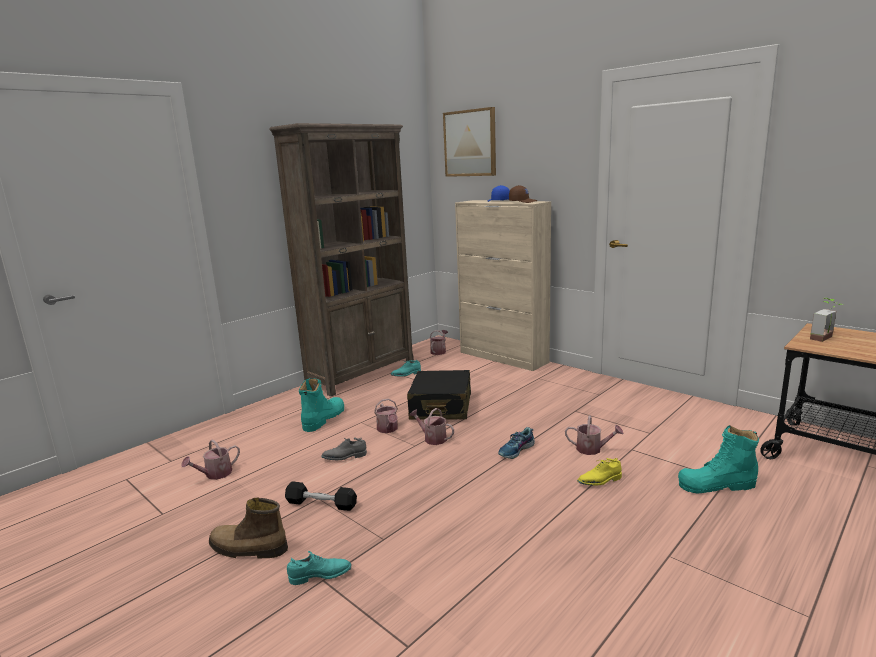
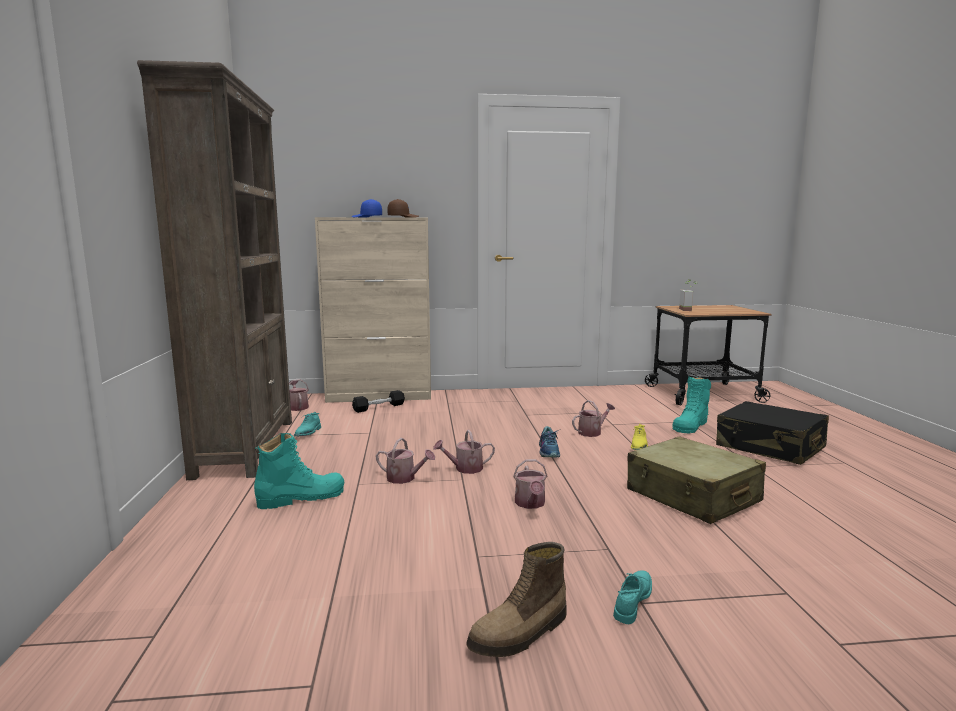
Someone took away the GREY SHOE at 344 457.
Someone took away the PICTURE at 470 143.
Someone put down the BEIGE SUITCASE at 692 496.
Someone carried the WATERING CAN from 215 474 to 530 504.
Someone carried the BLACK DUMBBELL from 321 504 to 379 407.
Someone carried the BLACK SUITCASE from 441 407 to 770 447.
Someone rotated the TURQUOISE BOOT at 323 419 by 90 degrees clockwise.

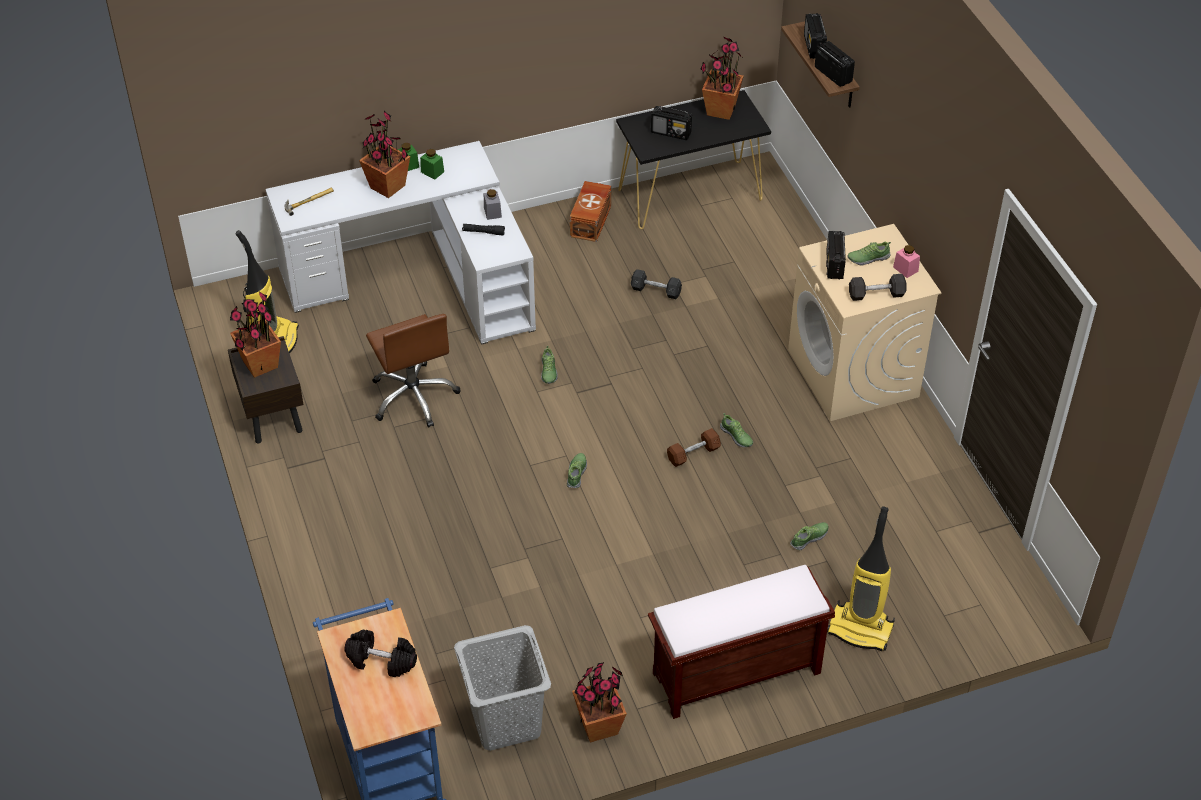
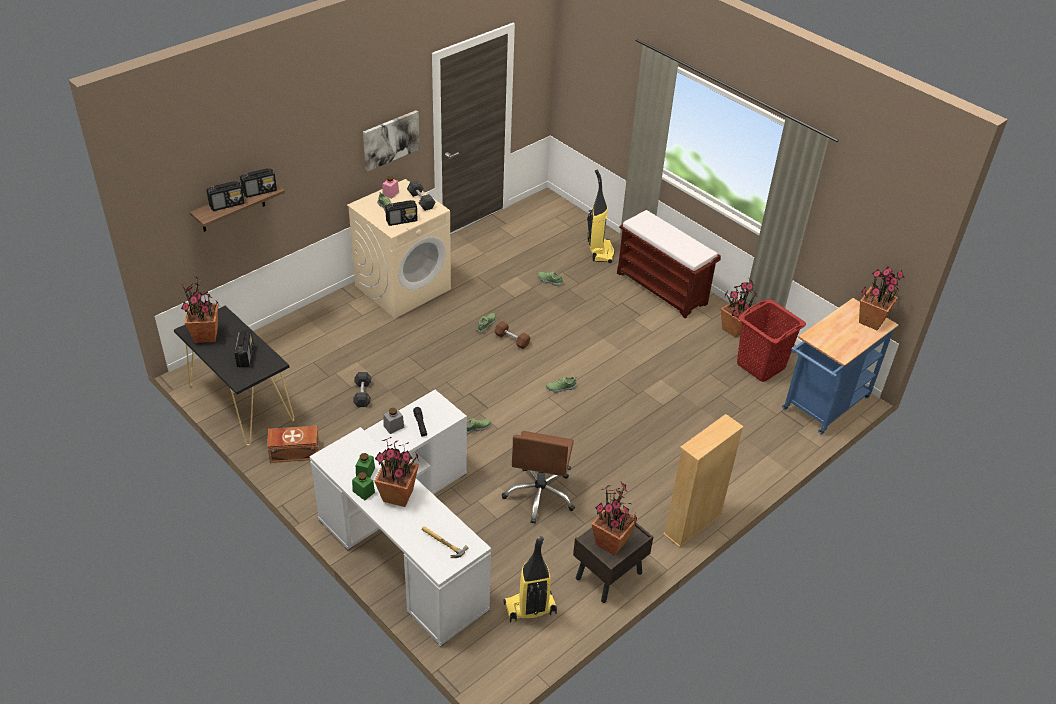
Someone took away the BLACK DUMBBELL at 381 661.
Someone put up the PICTURE at 390 139.
Someone put down the BEIGE BOOKCASE at 692 524.
Someone put down the POTTED PLANT at 871 321.
Someone repainted the GREY LAUNDRY BASKET at 505 721, which became the RED LAUNDRY BASKET at 760 366.
Someone rotated the BROWN OFFICE CHAIR at 414 396 by 150 degrees clockwise.
Someone rotated the RADIO at 833 74 by 150 degrees counterclockwise.

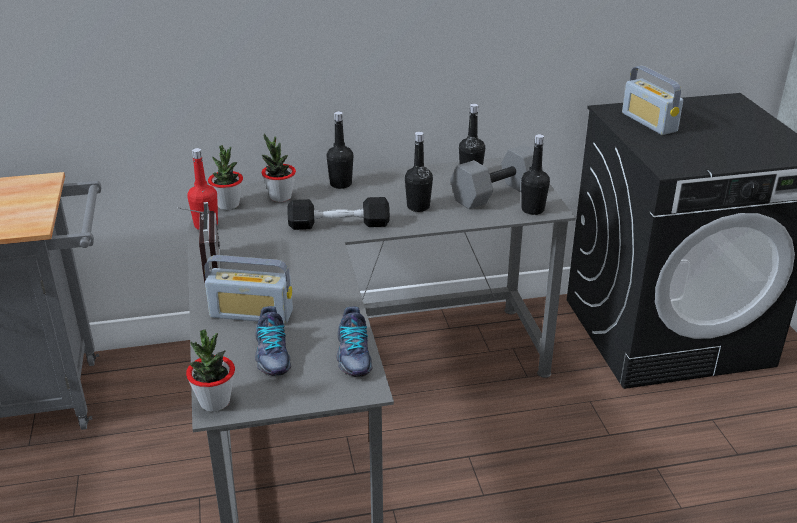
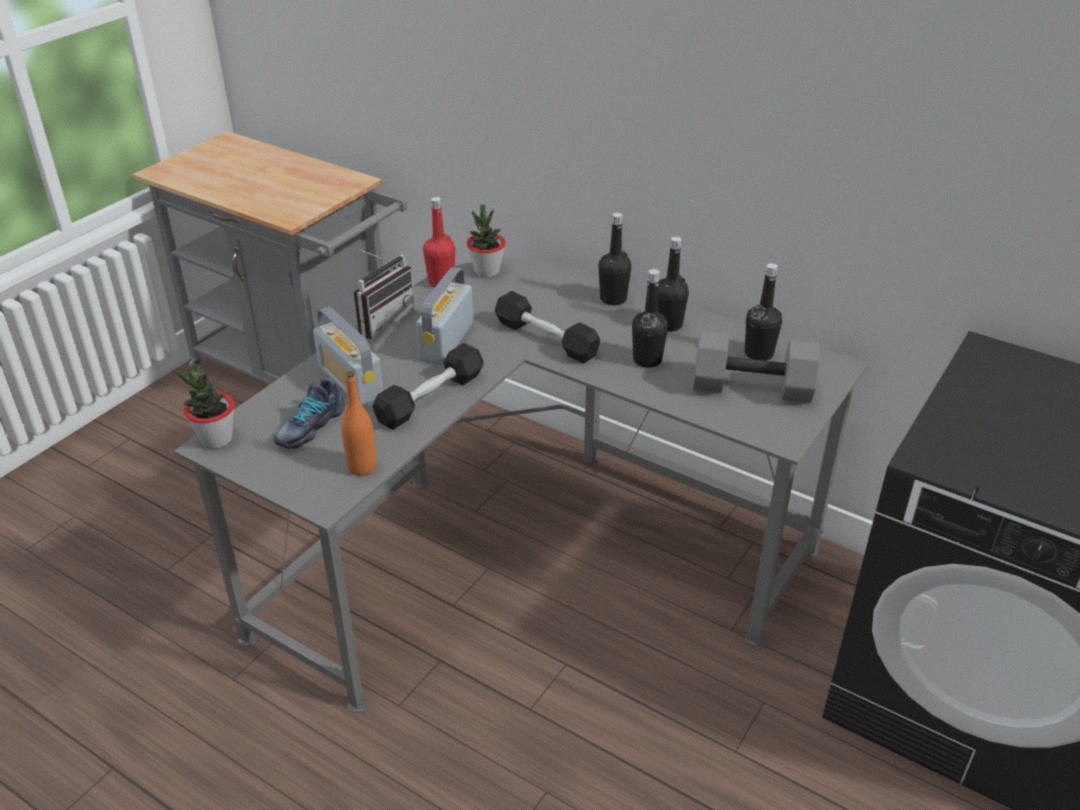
Someone took away the POTTED PLANT at 280 197.
Someone put down the BLACK DUMBBELL at 430 398.
Someone carried the BLACK BOTTLE from 532 210 to 668 325.
Someone carried the RADIO from 649 122 to 446 341.
Someone swapped the SHOE at 353 355 for the ORANGE BOTTLE at 362 467.

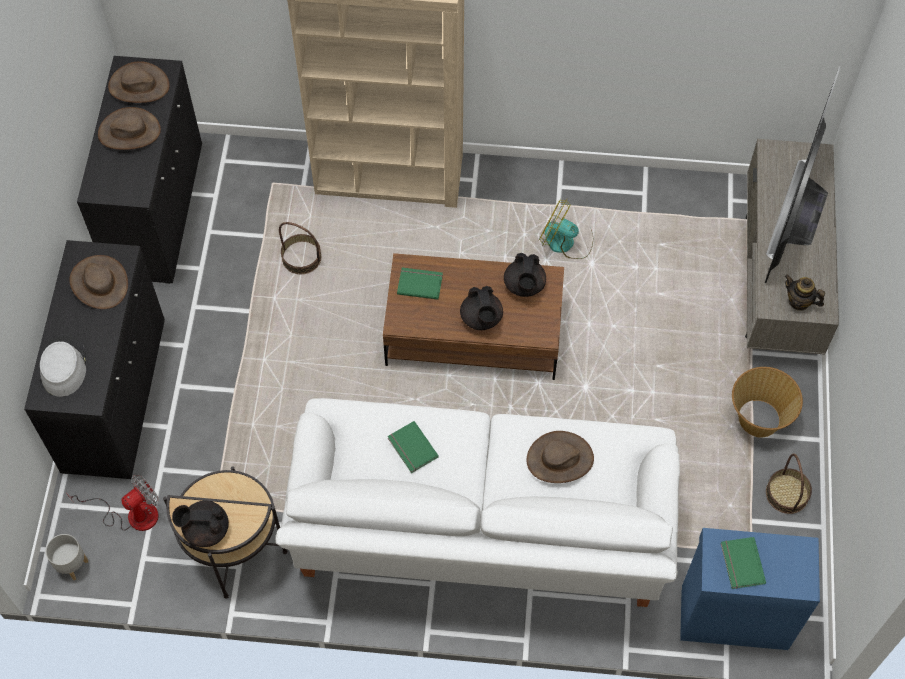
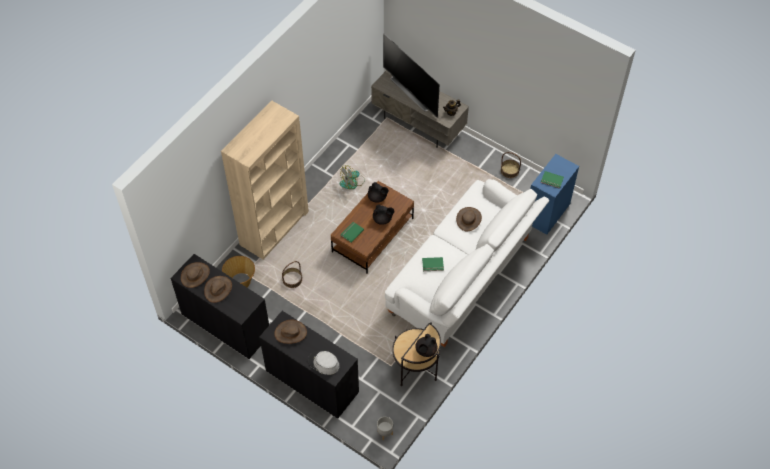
Someone took away the FAN at 132 514.
Someone carried the BASKET from 758 419 to 240 281.

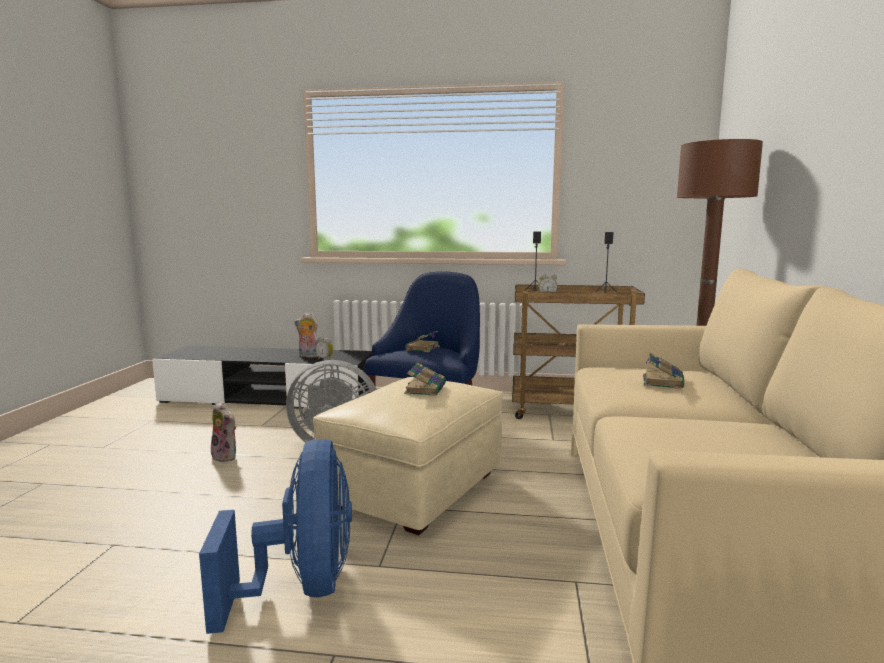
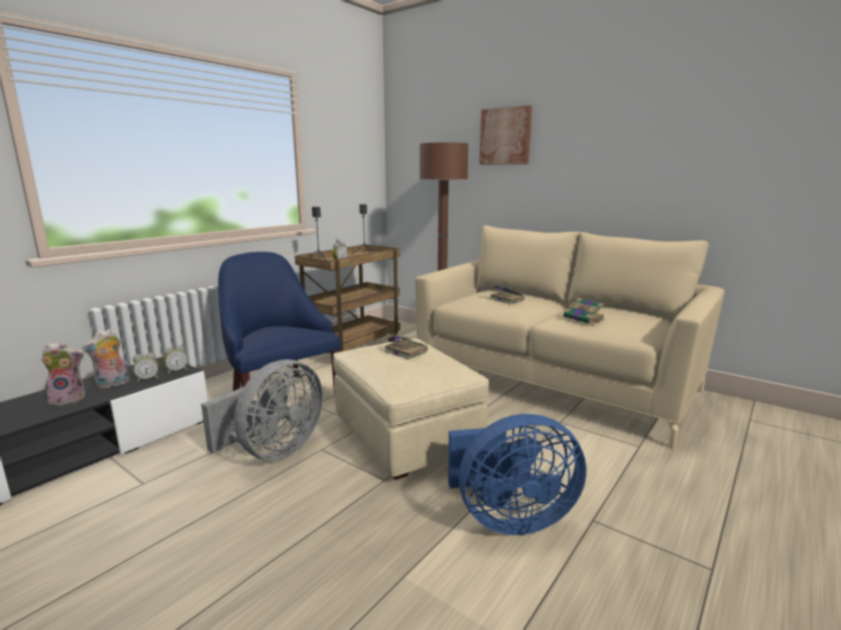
Someone put down the ALARM CLOCK at 176 371.
Someone put up the PICTURE at 505 136.
Someone carried the PLUSH TOY from 226 456 to 69 399.
Someone carried the BOOK from 422 348 to 584 318.
Someone rotated the BLUE FAN at 302 587 by 150 degrees clockwise.

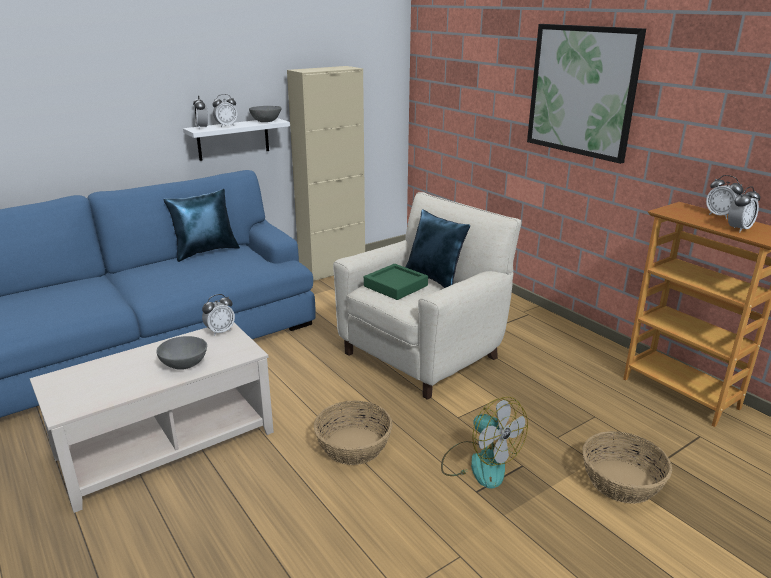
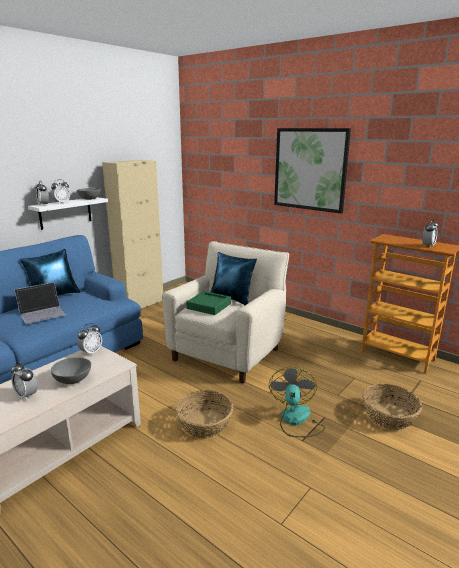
Someone put down the LAPTOP at 42 312.
Someone carried the ALARM CLOCK from 720 216 to 26 395.
Someone rotated the FAN at 479 463 by 120 degrees counterclockwise.

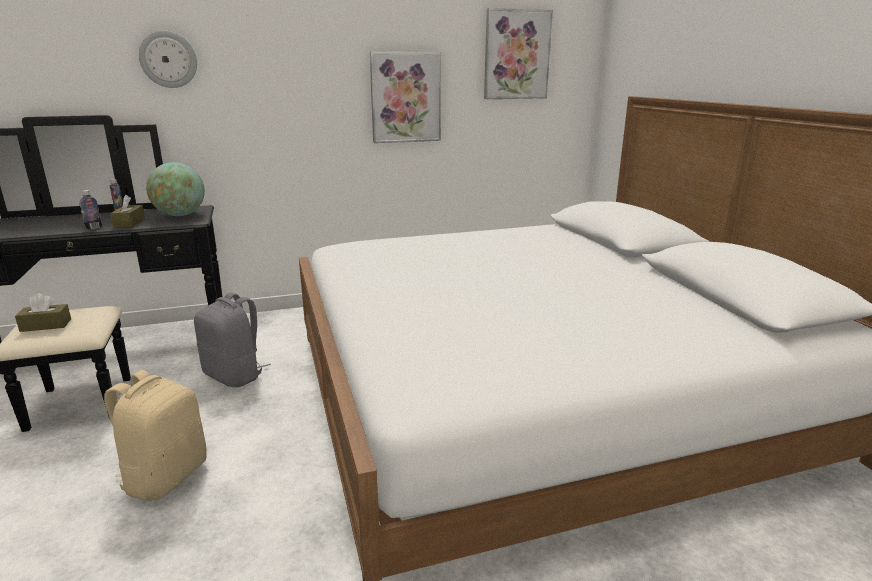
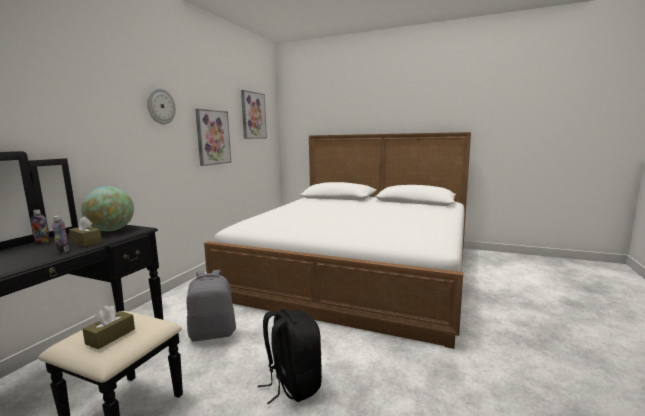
Someone carried the WALL CLOCK from 168 59 to 160 106.
Someone repainted the BEIGE BACKPACK at 165 476, which became the BLACK BACKPACK at 292 385.

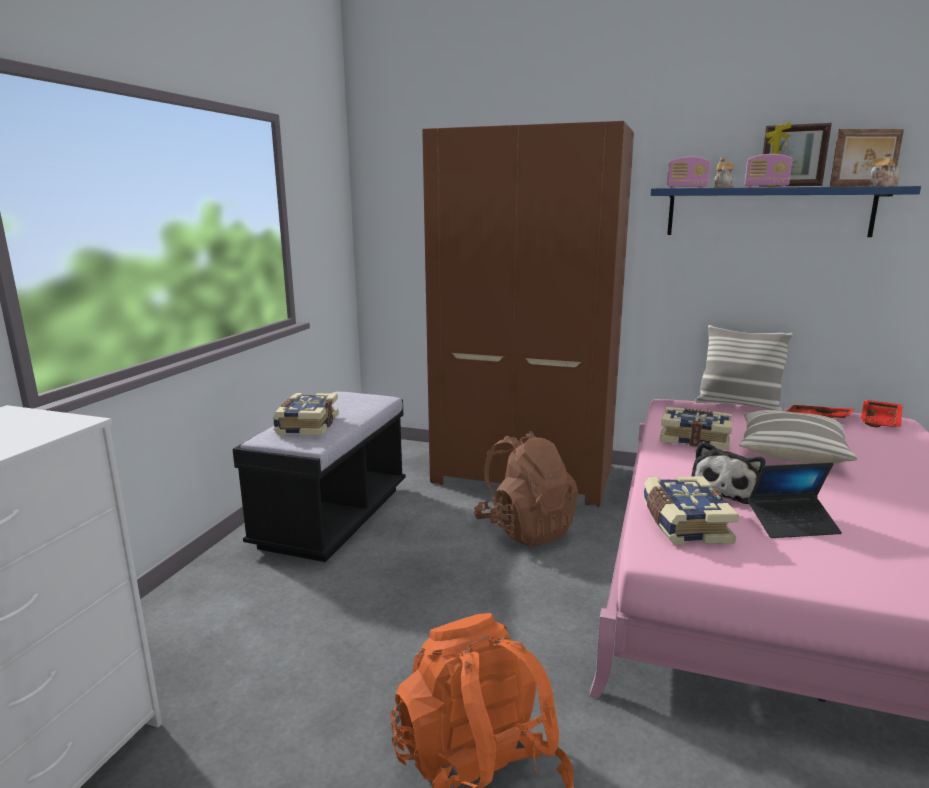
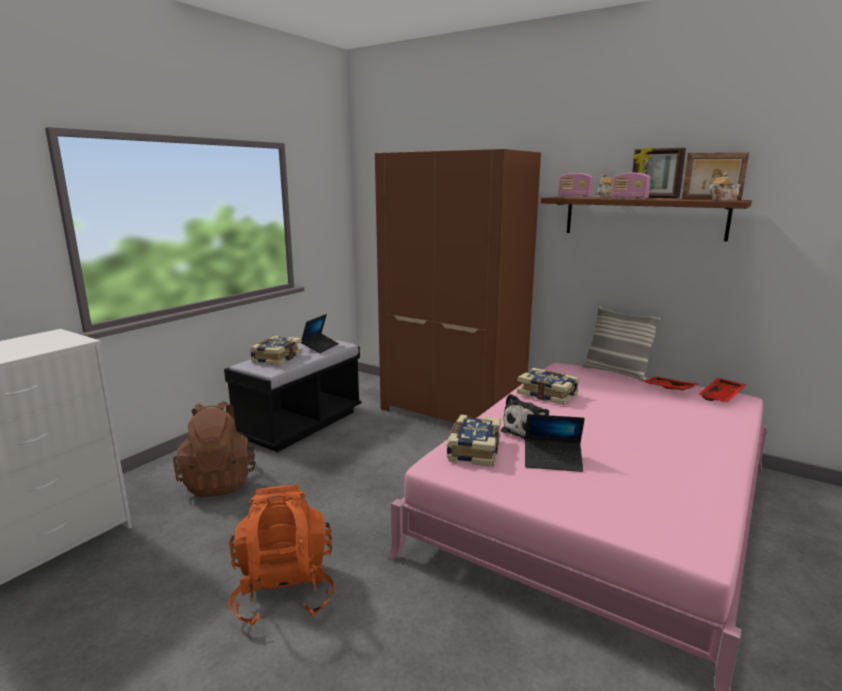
Someone took away the PILLOW at 790 452.
Someone put down the LAPTOP at 320 347.
Someone carried the BROWN BACKPACK from 525 529 to 219 482.
Someone repainted the BLUE SHELF at 768 212, which became the BROWN SHELF at 643 217.

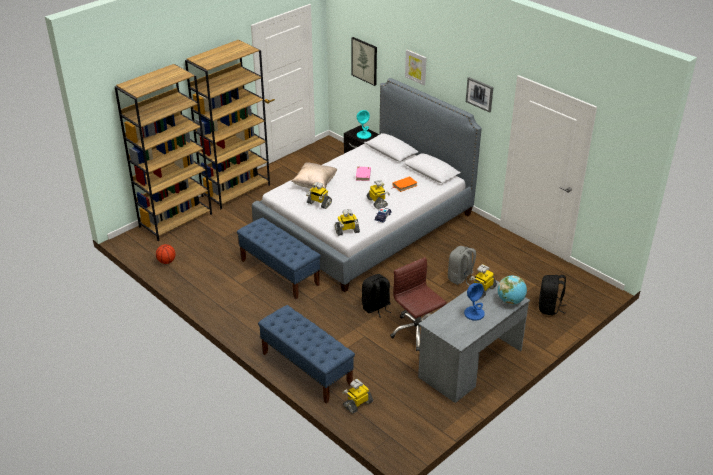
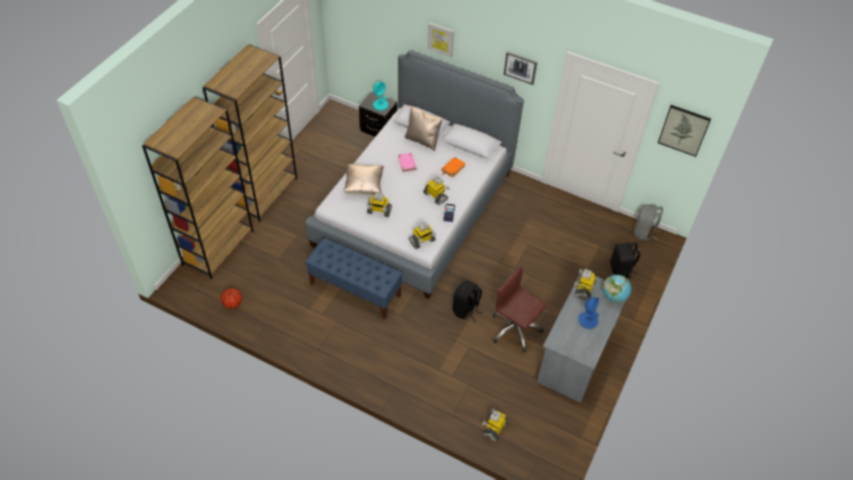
Someone took away the BLUE BENCH at 306 369.
Someone put down the BEIGE PILLOW at 423 140.
Someone carried the PICTURE from 364 61 to 684 130.
Someone carried the GREY BACKPACK from 460 278 to 644 232.

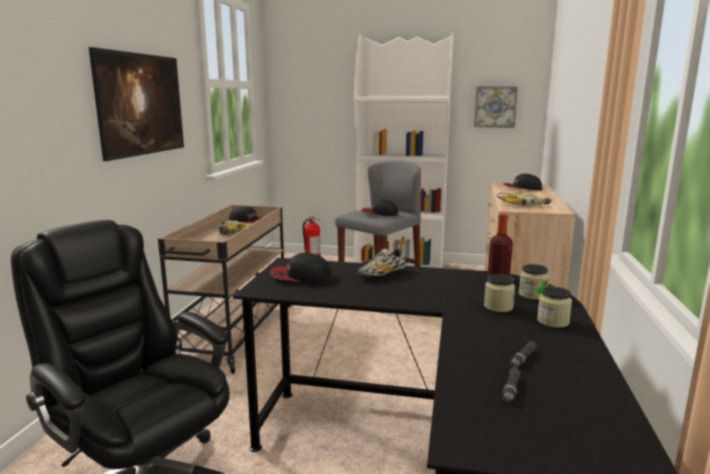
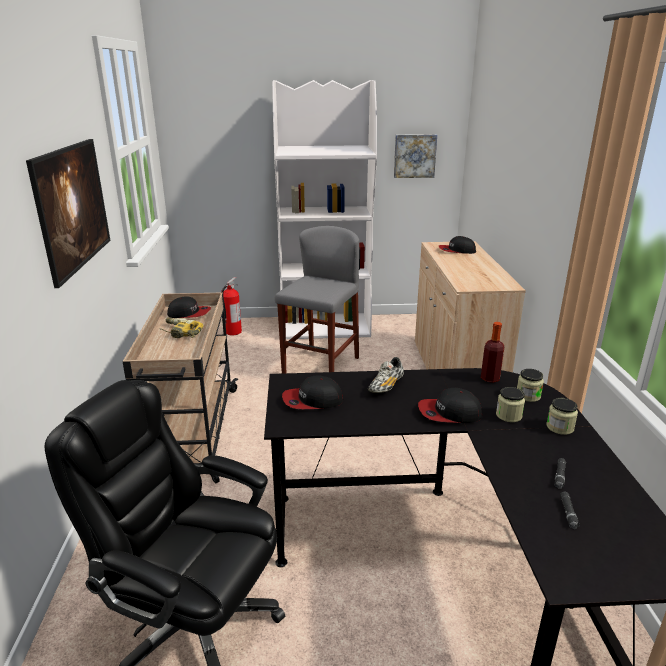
Someone took away the POWER DRILL at 523 204.
Someone carried the CAP from 379 213 to 449 413.

